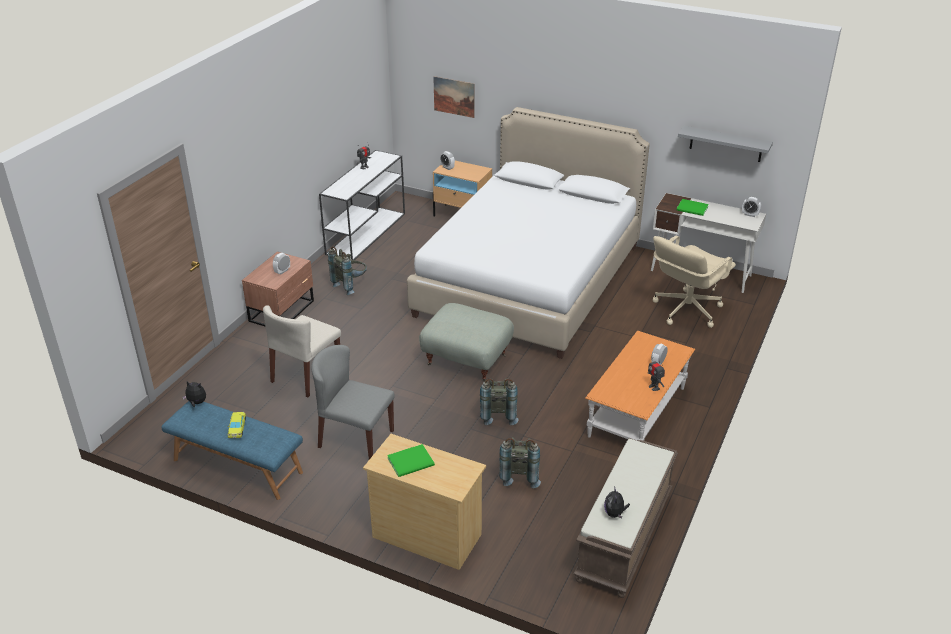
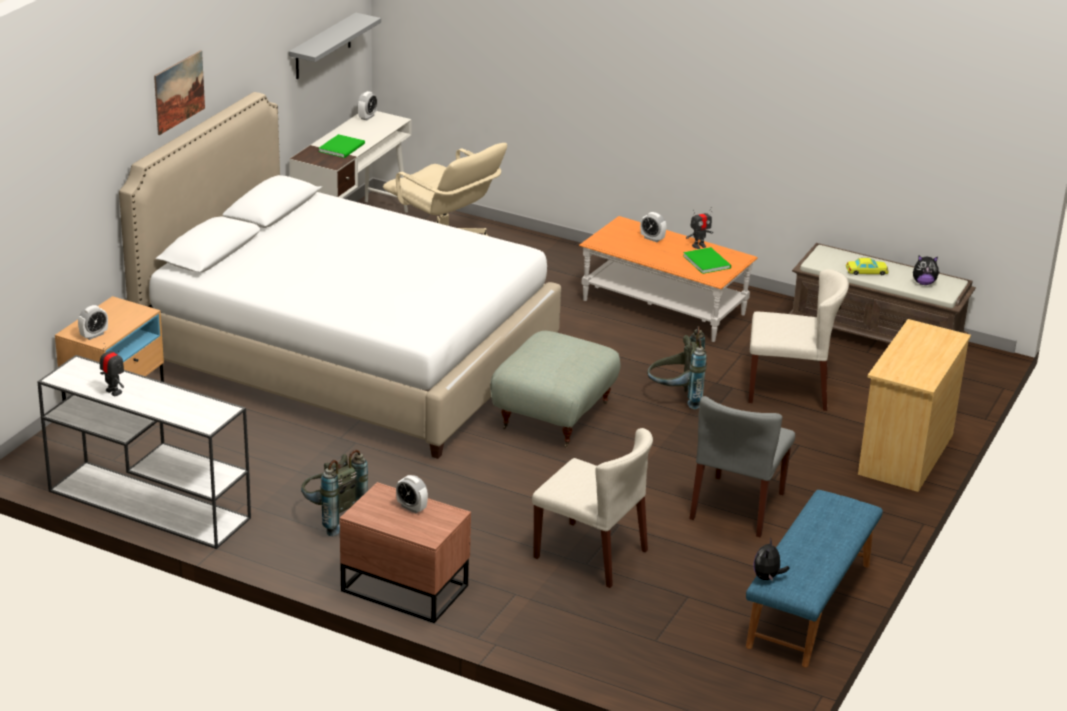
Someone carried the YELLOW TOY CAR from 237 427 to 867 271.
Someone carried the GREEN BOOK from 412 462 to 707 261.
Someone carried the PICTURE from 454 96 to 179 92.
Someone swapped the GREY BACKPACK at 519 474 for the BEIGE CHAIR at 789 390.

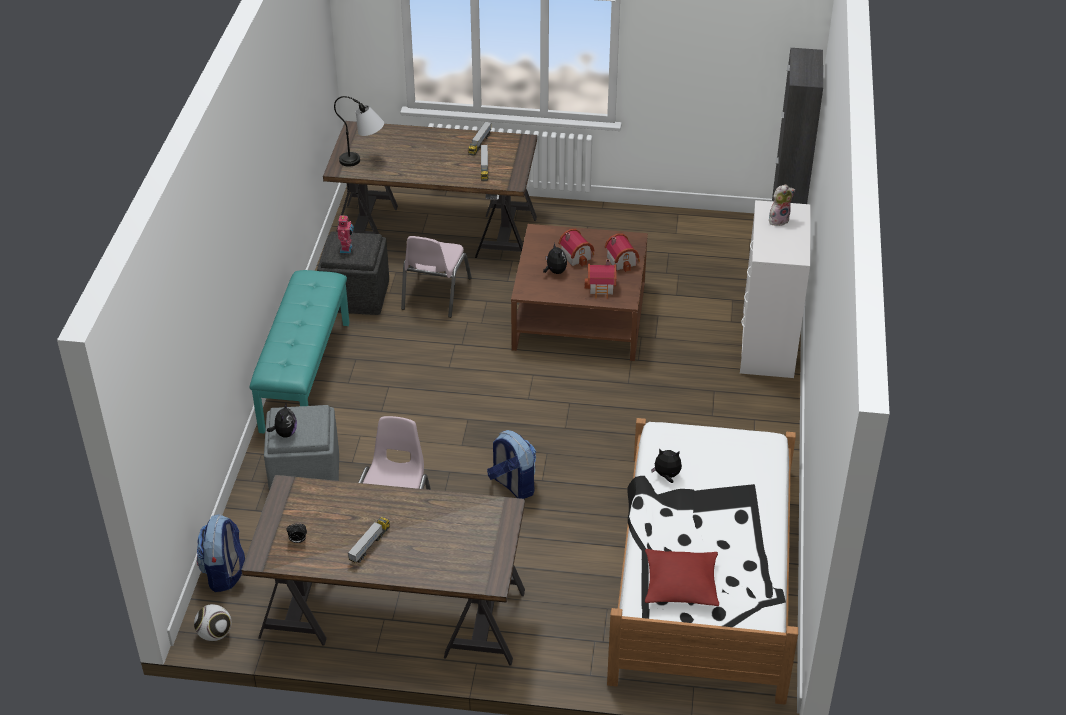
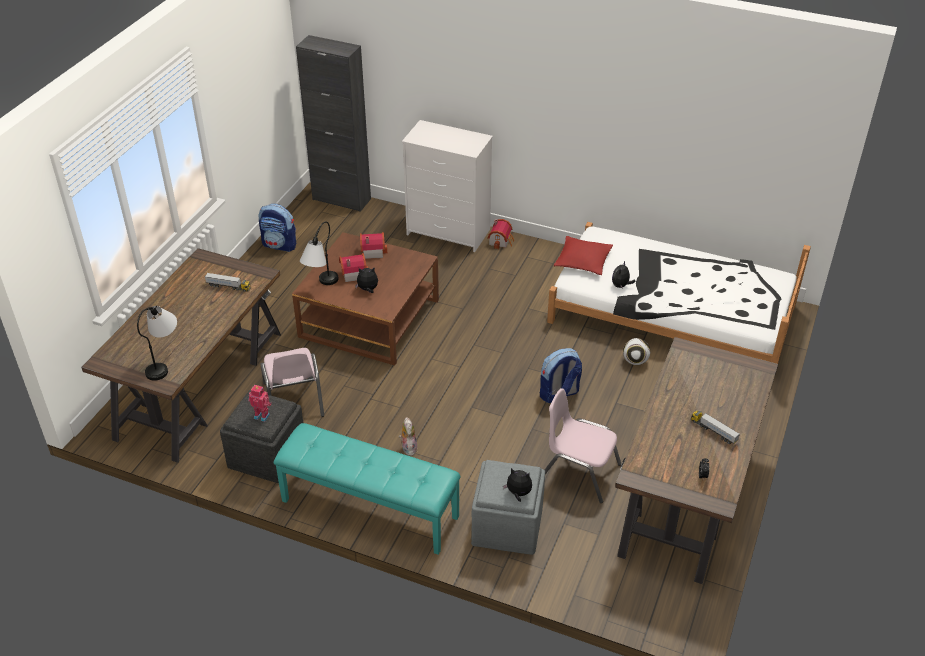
Someone took away the TOY TRUCK at 480 143.
Someone put down the TABLE LAMP at 321 286.
Someone carried the FOOTBALL from 215 634 to 635 361.
Someone carried the BACKPACK from 225 573 to 280 245.
Someone carried the TOY HOUSE from 602 288 to 501 241.
Someone carried the RED PILLOW from 680 584 to 583 261.
Someone carried the PLUSH TOY from 778 219 to 408 447.
Someone rotated the PINK CHAIR at 435 294 by 45 degrees clockwise.

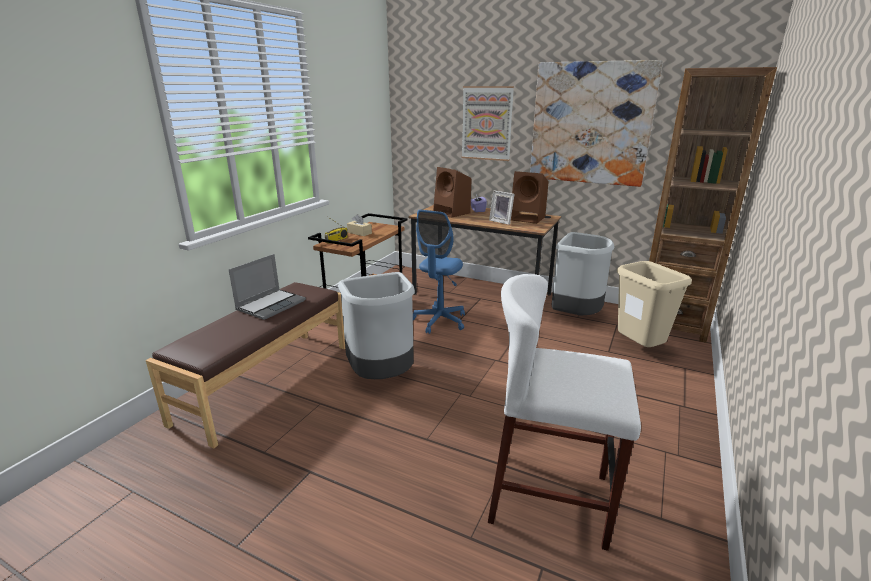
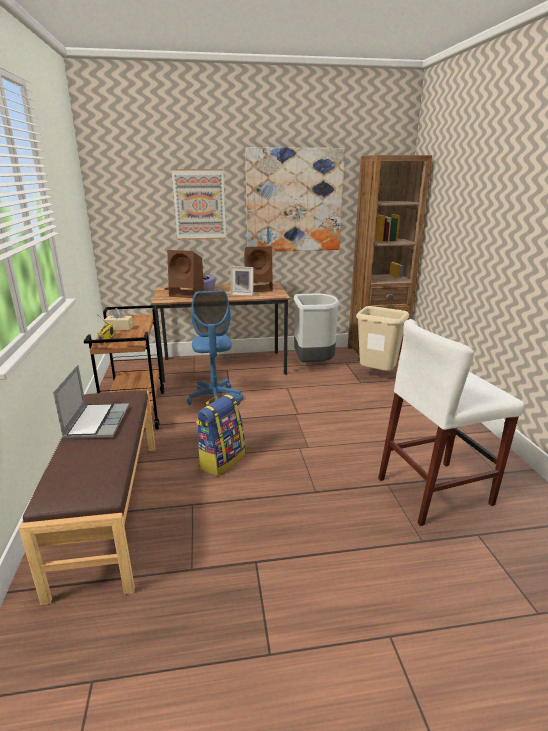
Someone swapped the GREY TRASH CAN at 382 377 for the BACKPACK at 221 460.

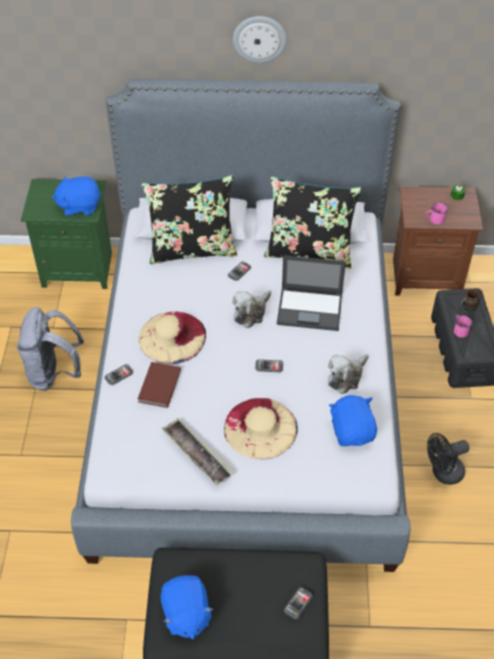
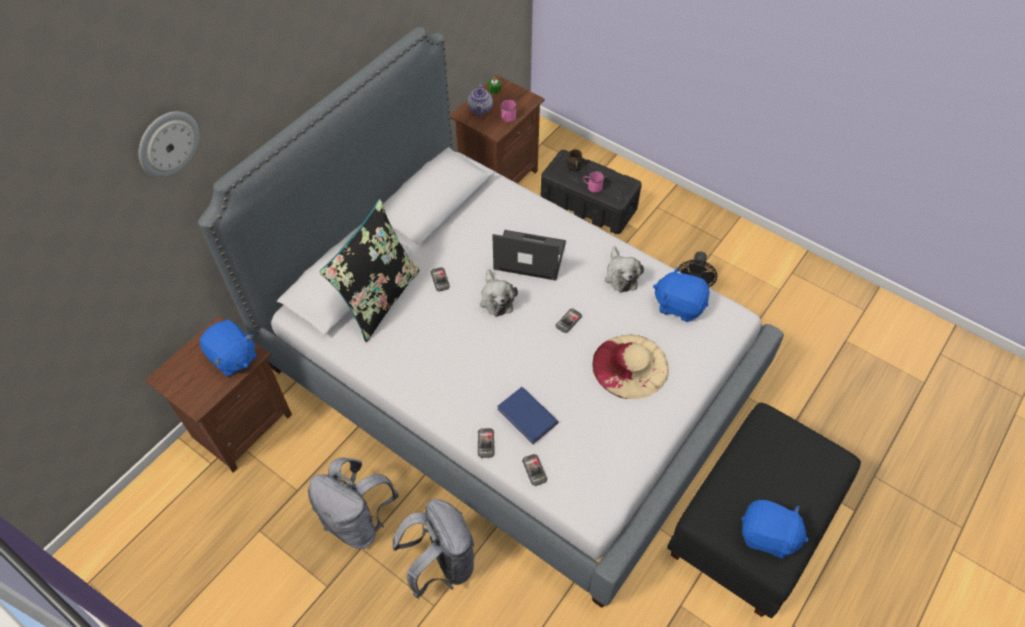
Someone took away the BEIGE HAT at 172 337.
Someone took away the TRAY at 197 454.
Someone took away the BLACK PILLOW at 309 252.
Someone put down the GREY BACKPACK at 441 564.
Someone put down the TEAPOT at 480 109.
Someone carried the WALL CLOCK from 259 38 to 167 143.
Someone carried the PHONE from 298 603 to 534 470.
Someone repainted the GREEN NIGHTSTAND at 78 268, which became the BROWN NIGHTSTAND at 240 425.
Someone repainted the BROWN BOOK at 158 386, which became the BLUE BOOK at 527 417.
Someone rotated the BLUE PLUSH TOY at 79 206 by 75 degrees counterclockwise.
Someone rotated the LAPTOP at 310 309 by 120 degrees counterclockwise.

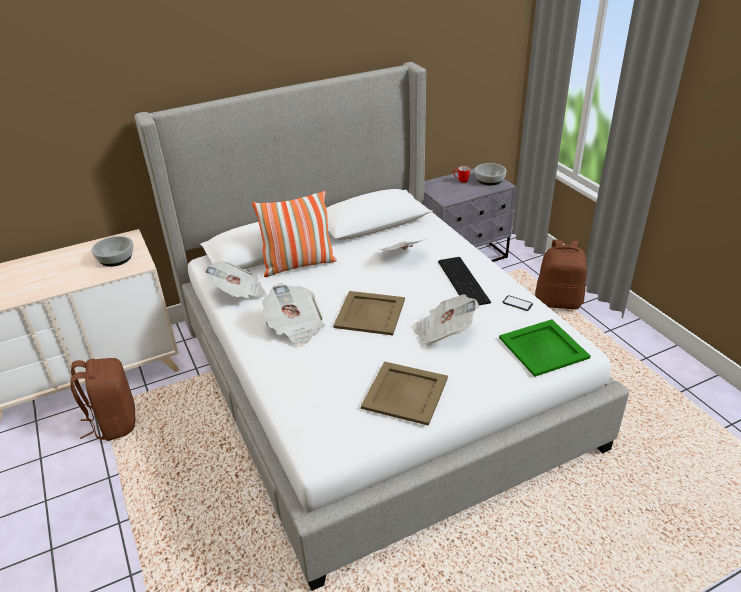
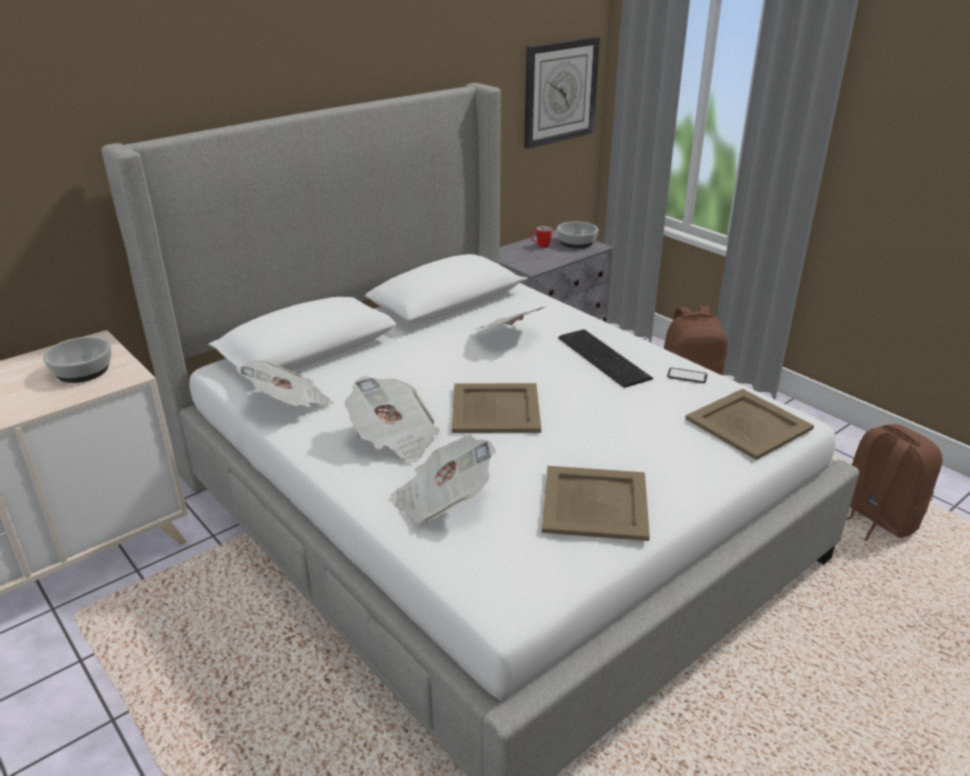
Someone took away the PILLOW at 298 265.
Someone put up the WALL CLOCK at 560 91.
Someone carried the BROWN BACKPACK from 114 422 to 876 517.
Someone carried the NEWSPAPER from 443 332 to 442 501.
Someone repainted the GREEN TRAY at 543 347, which became the BEIGE TRAY at 748 423.

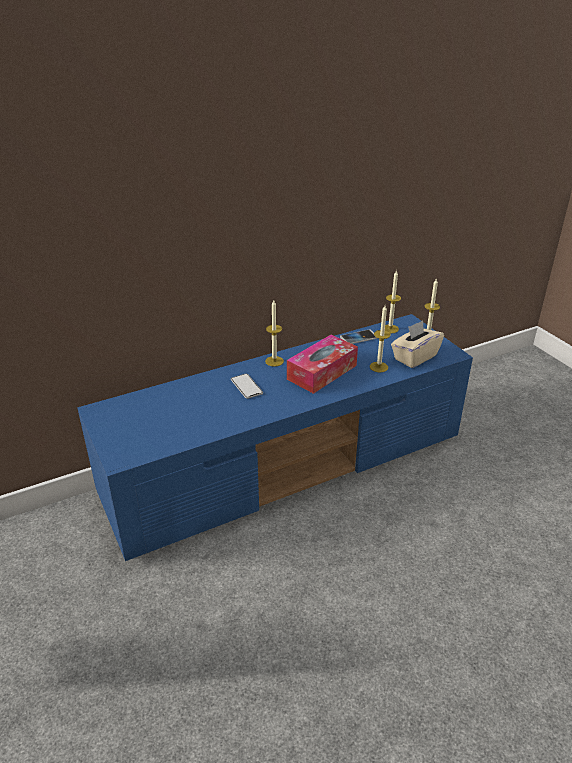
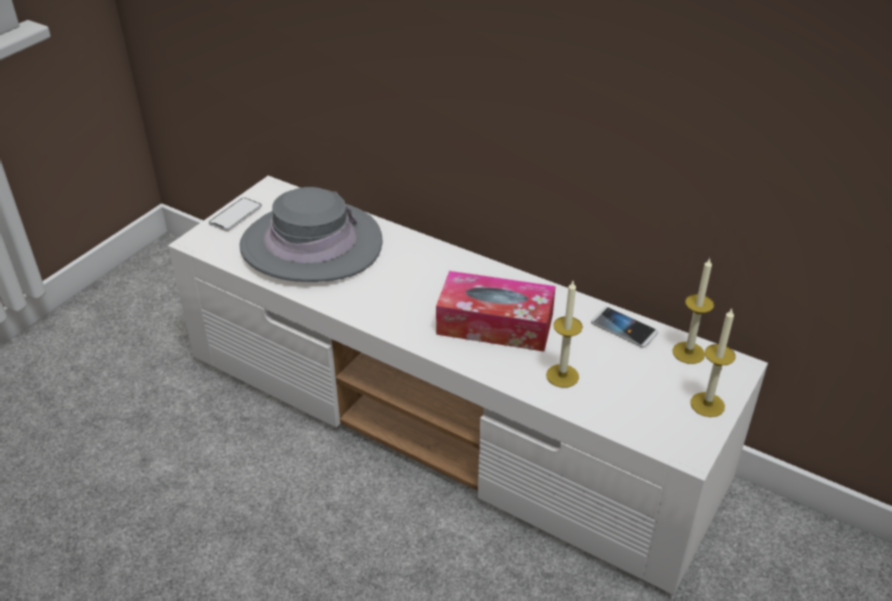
Someone took away the CANDLE at 274 361.
Someone took away the BEIGE TISSUE BOX at 414 357.
Someone put down the GREY HAT at 311 245.
Someone carried the PHONE from 246 387 to 235 215.
Someone repainted the BLUE TV STAND at 287 464, which became the WHITE TV STAND at 449 421.

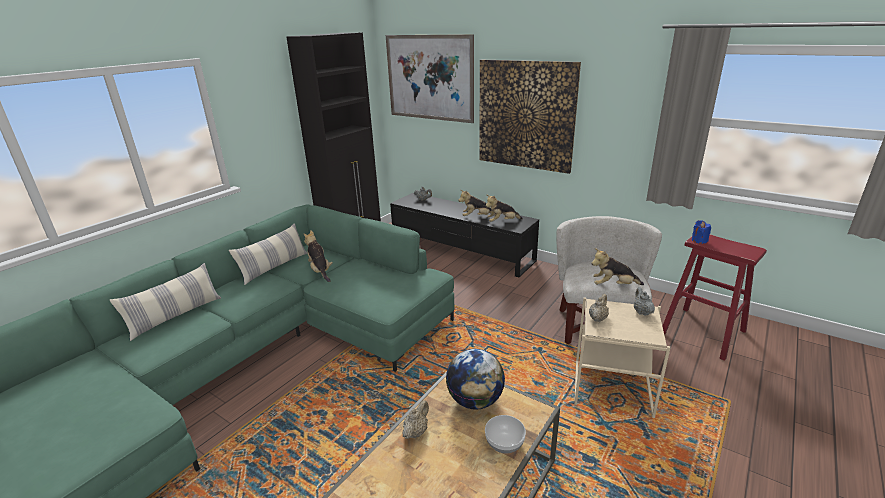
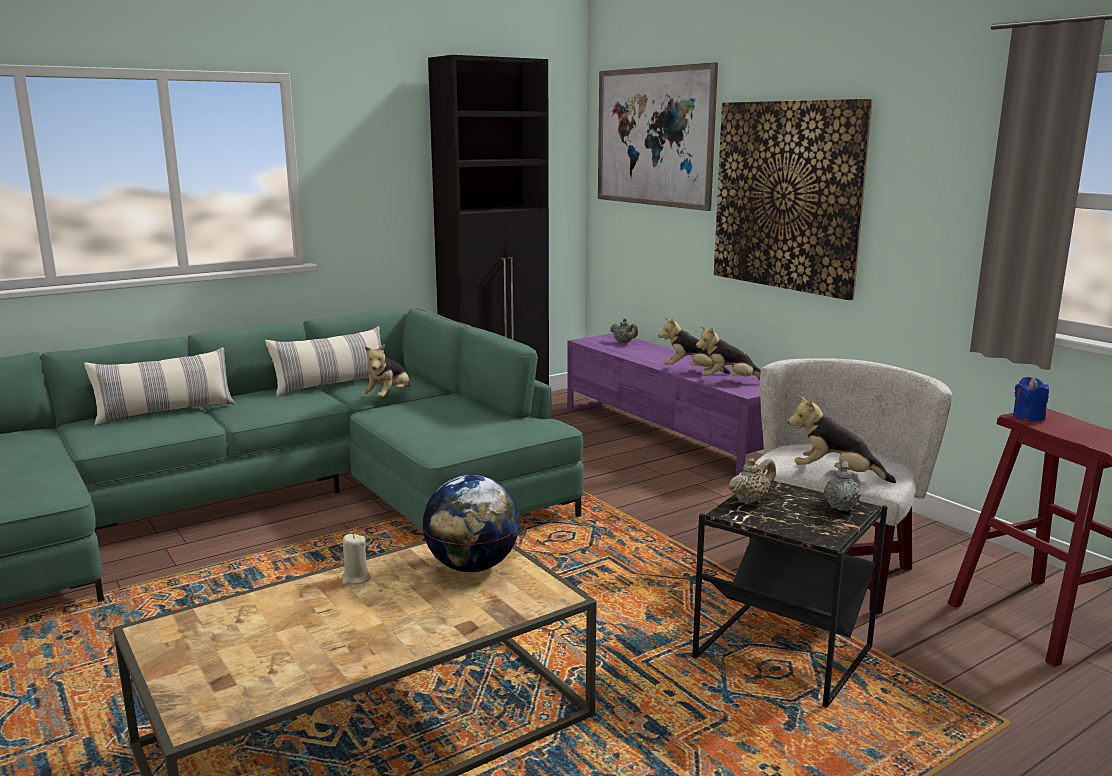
Someone took away the BOWL at 504 444.
Someone swapped the BEIGE TEAPOT at 416 431 for the BEIGE CANDLE at 356 578.
Someone repainted the BLACK TV STAND at 461 251, which became the PURPLE TV STAND at 670 436.
Someone repainted the BEIGE SIDE TABLE at 611 387, which became the BLACK SIDE TABLE at 781 652.
Someone rotated the PLUSH TOY at 320 271 by 150 degrees counterclockwise.

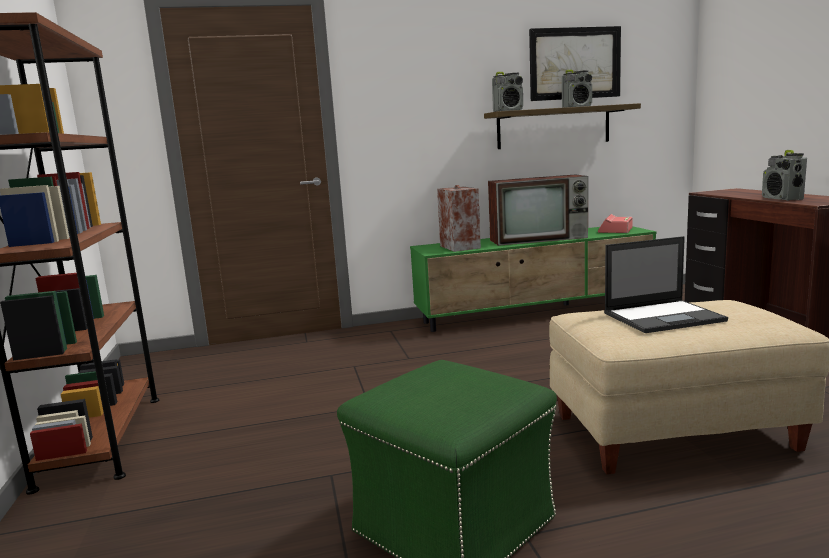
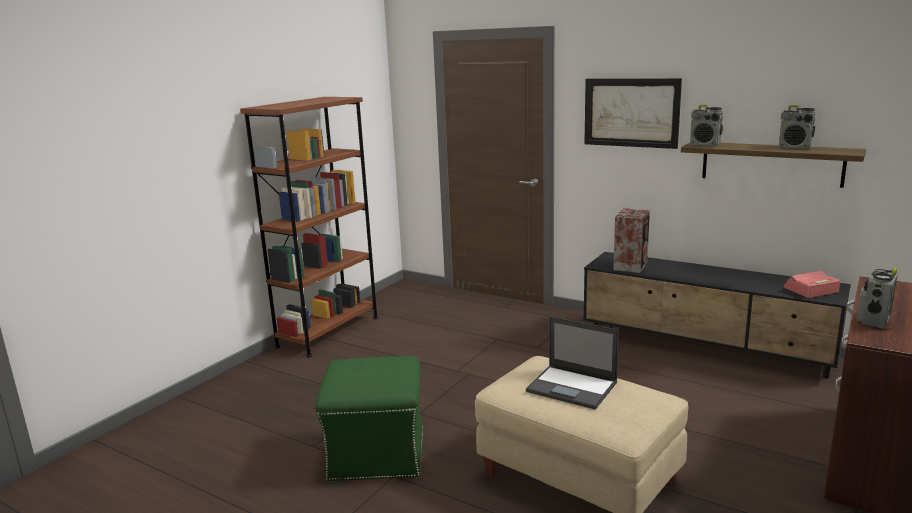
Someone took away the TELEVISION at 539 239.
Someone carried the PICTURE from 574 63 to 631 112.
Someone repainted the GREEN TV STAND at 535 313, which became the BLACK TV STAND at 705 347.

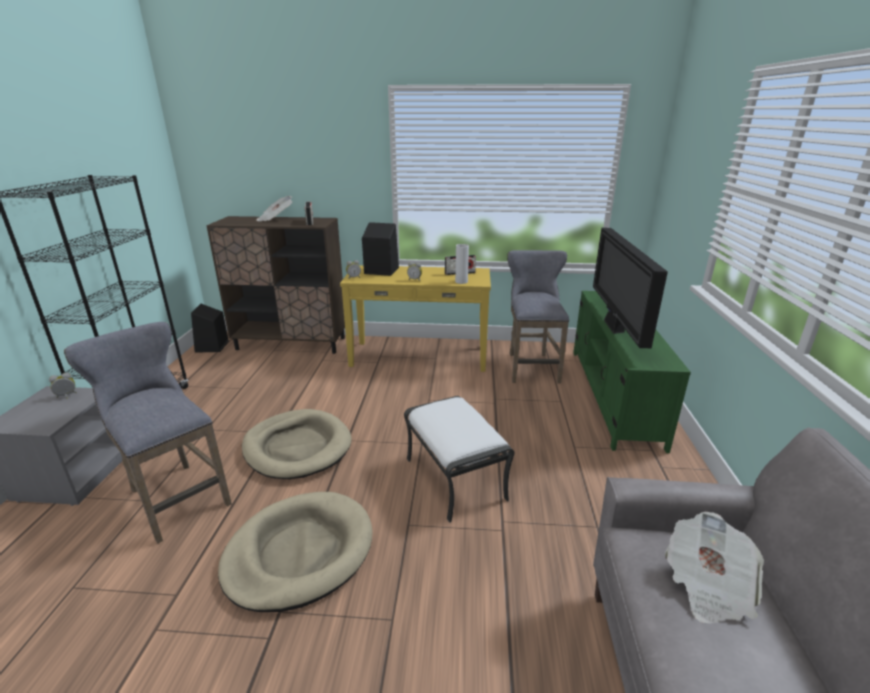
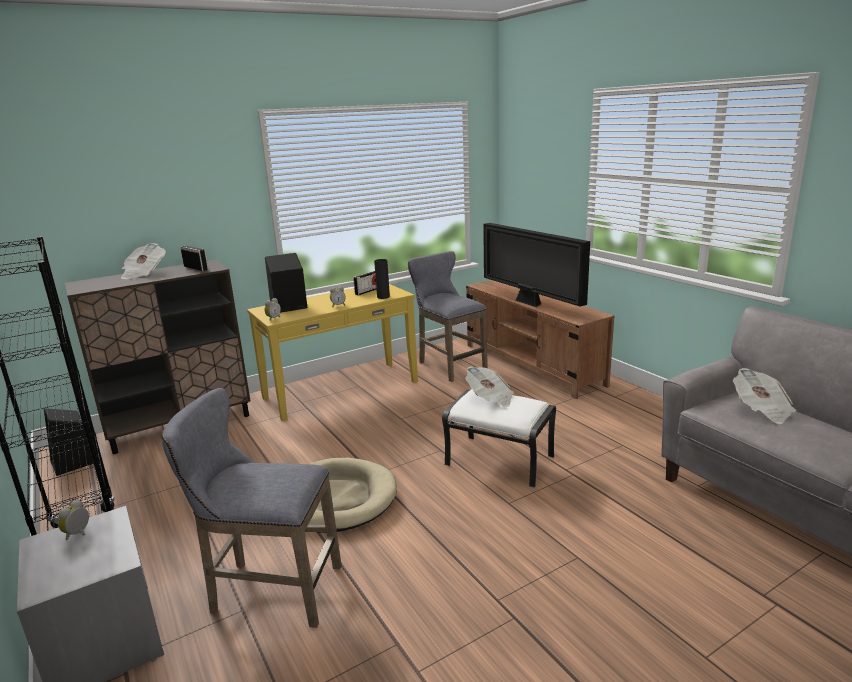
Someone took away the BEIGE DOG BED at 299 552.
Someone put down the NEWSPAPER at 490 398.
Someone repainted the WHITE VASE at 461 282, which became the BLACK VASE at 383 297.
Someone repainted the GREEN TV STAND at 613 395, which became the BROWN TV STAND at 532 364.

